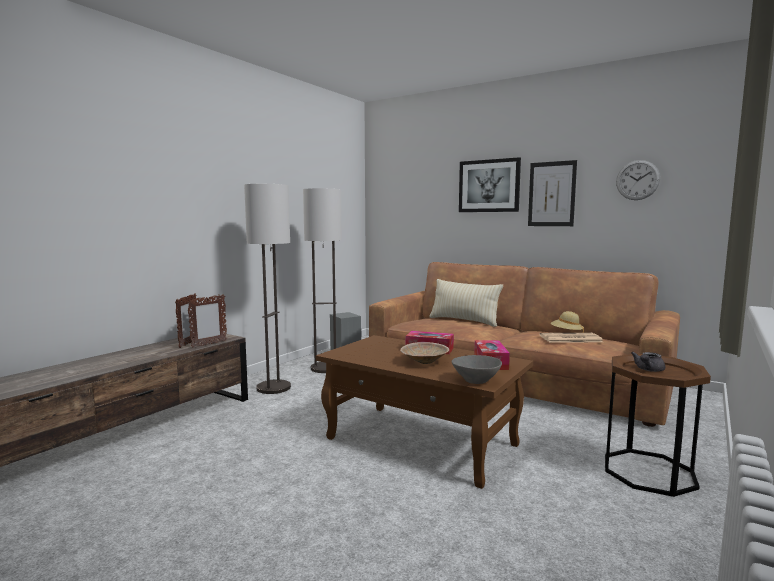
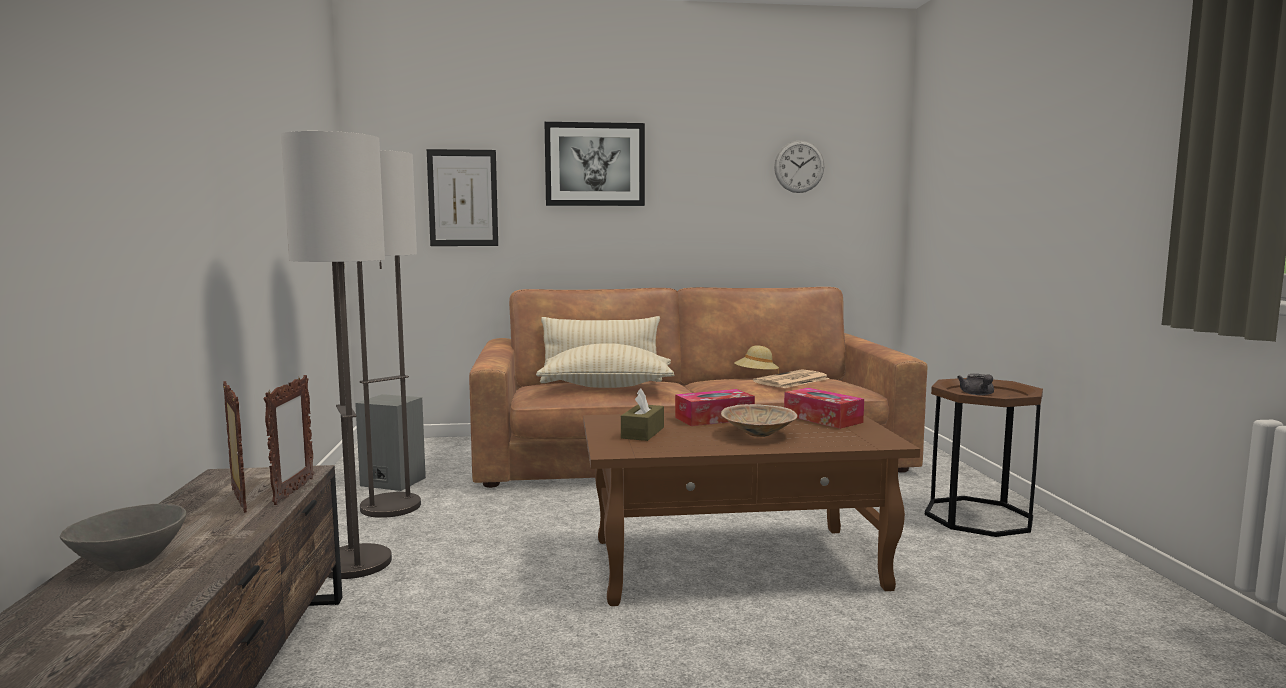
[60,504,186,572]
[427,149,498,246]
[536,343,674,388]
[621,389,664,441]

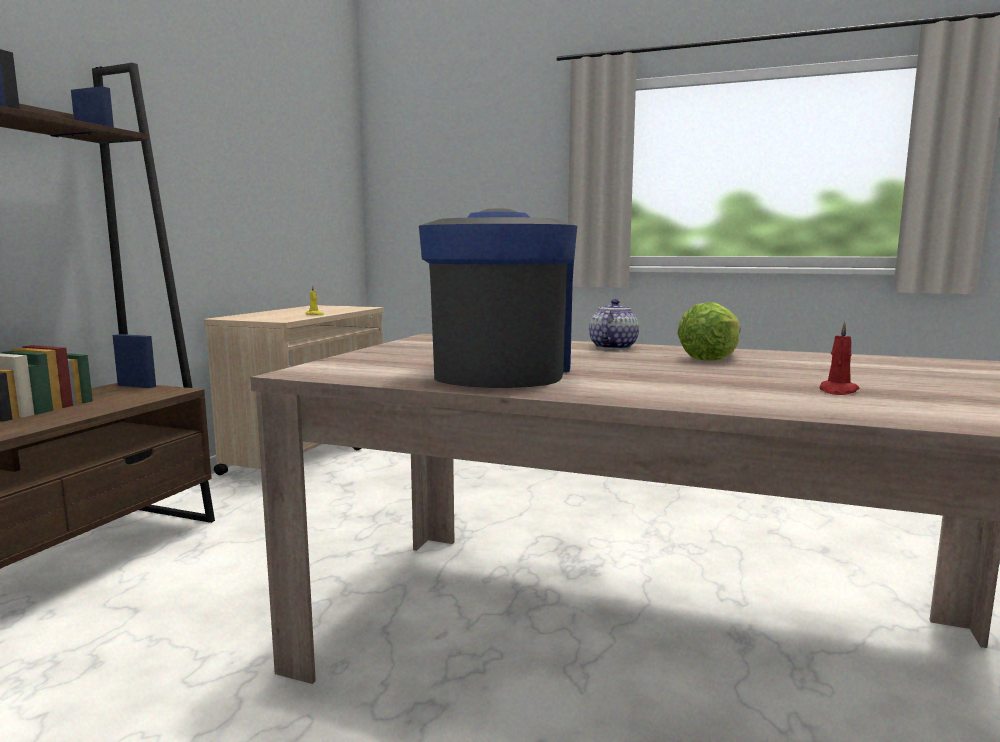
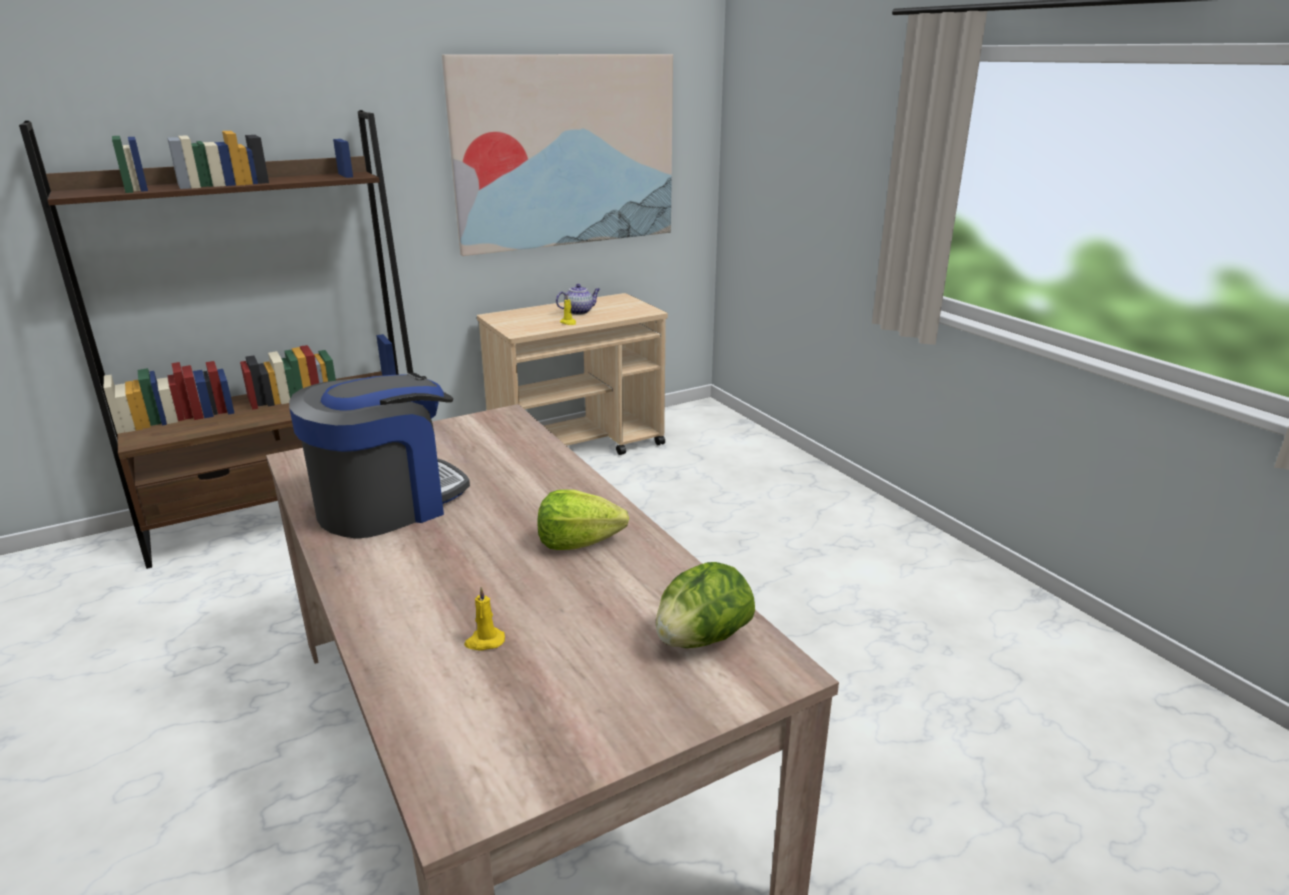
[556,284,600,315]
[464,587,505,650]
[442,54,673,256]
[656,562,755,648]

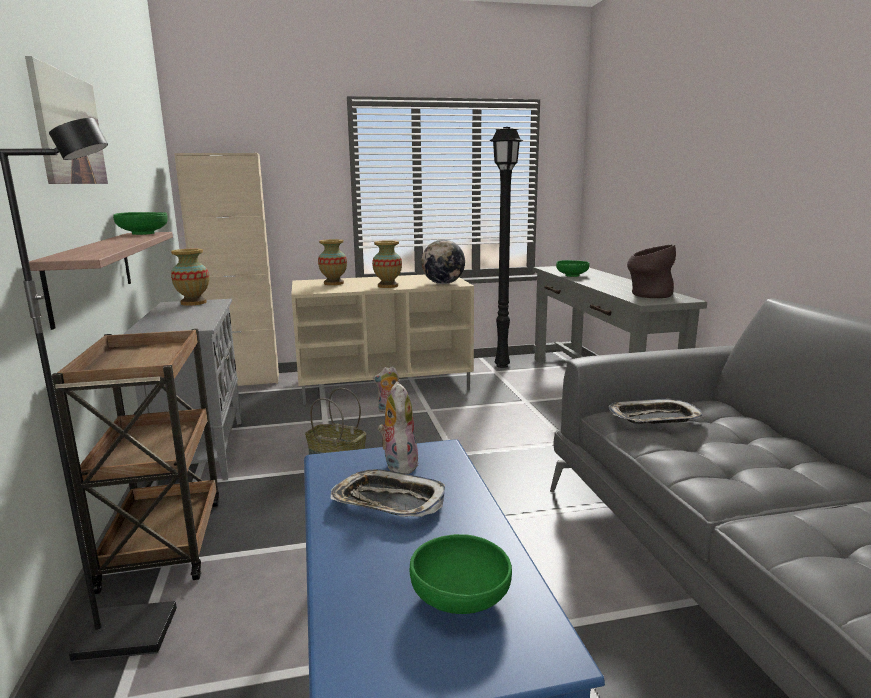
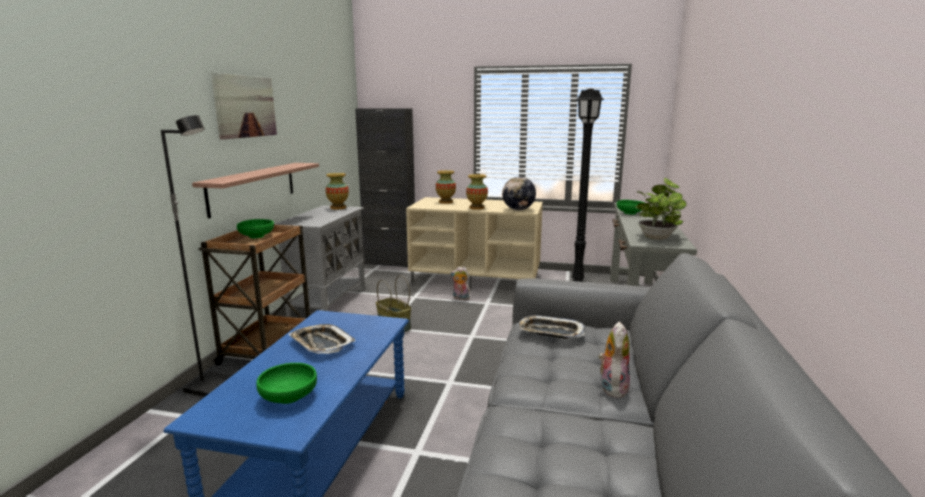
[237,219,274,238]
[355,108,415,267]
[598,321,630,398]
[635,178,686,240]

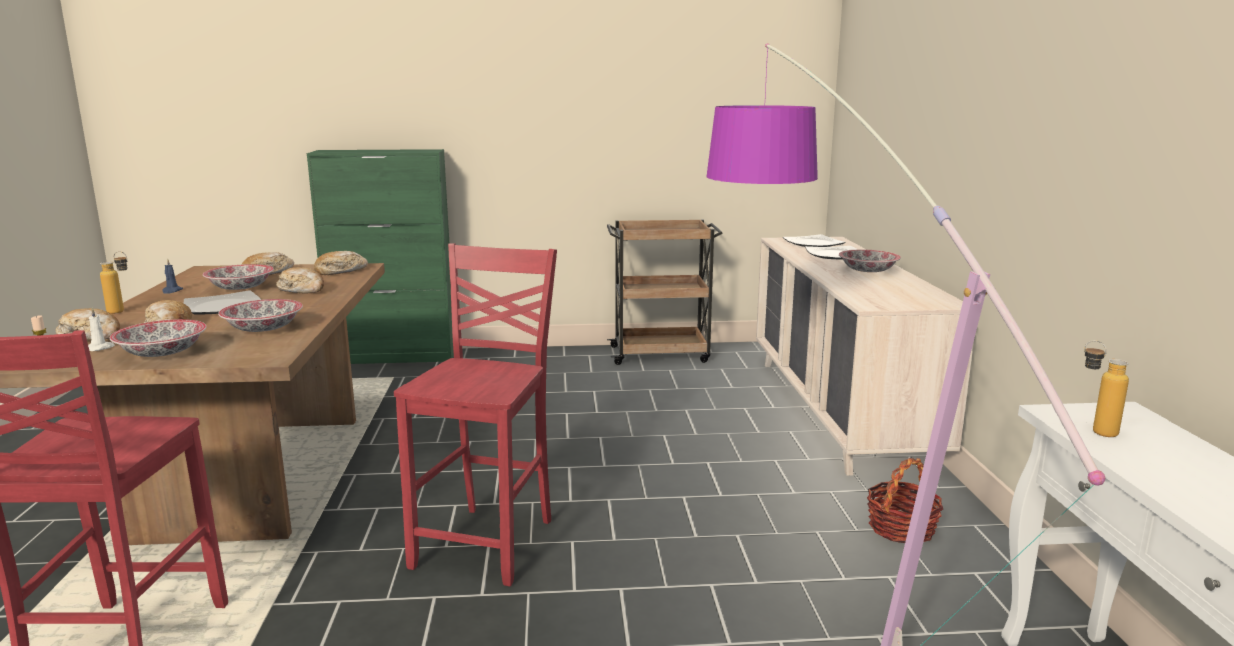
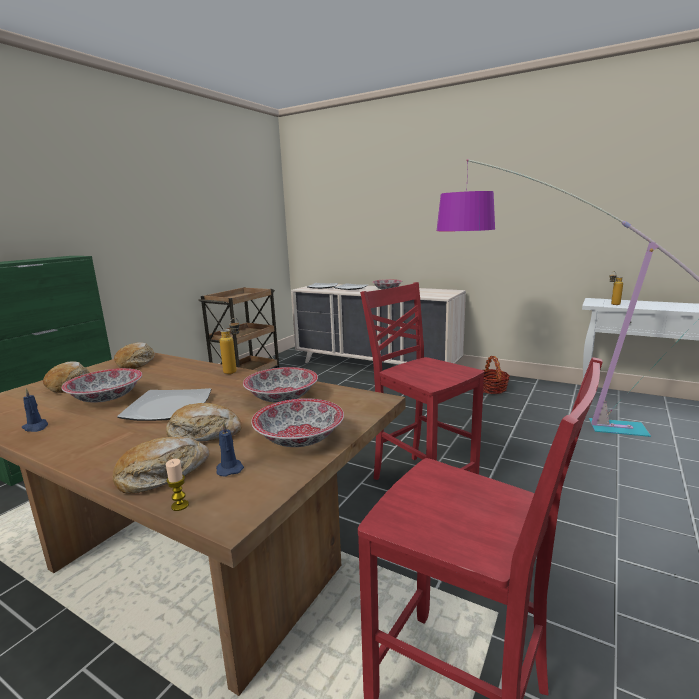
[216,422,244,477]
[219,318,240,374]
[276,267,324,293] (first image)

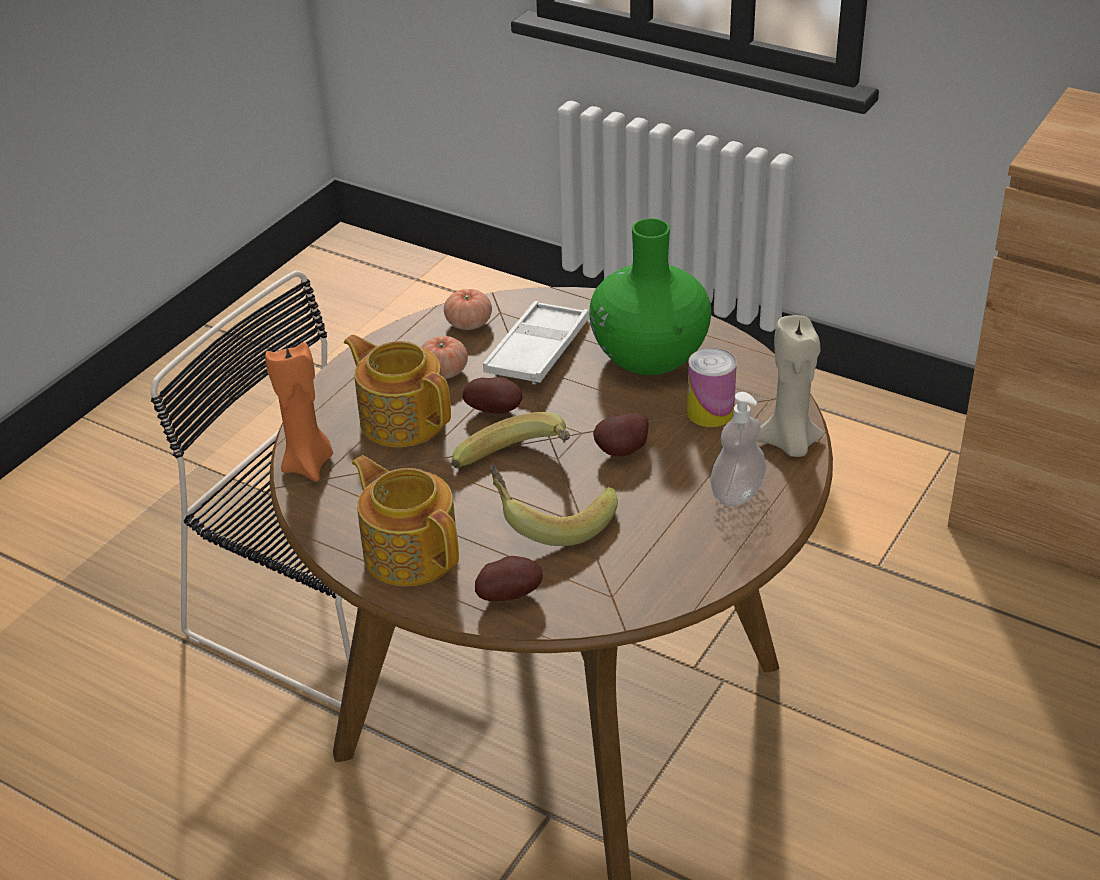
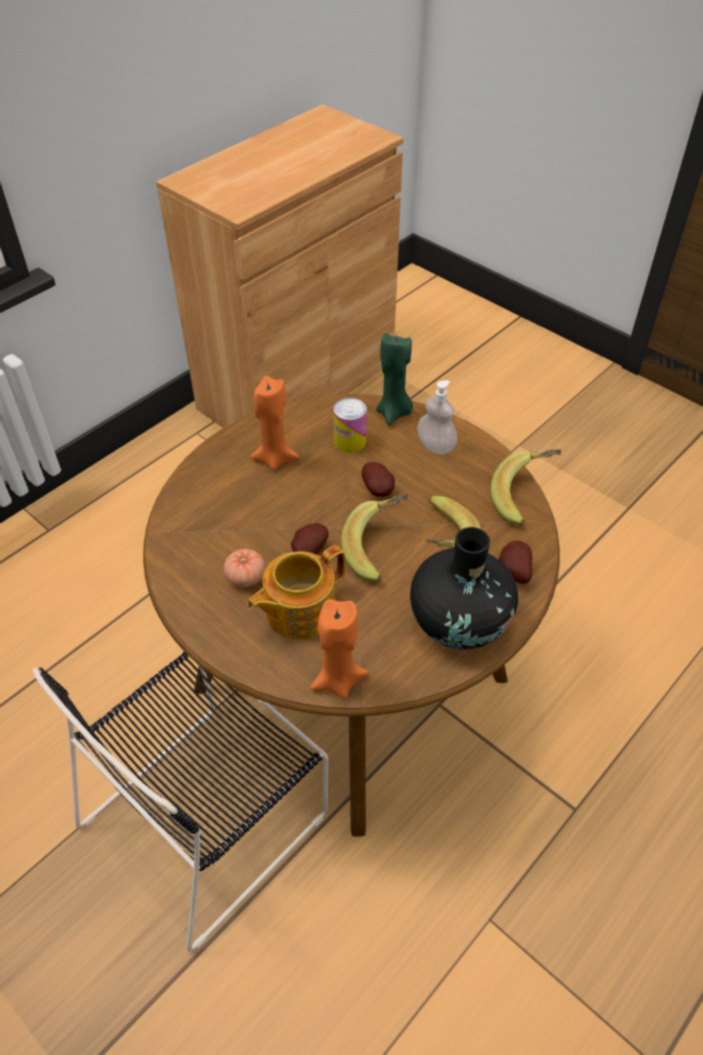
[410,527,518,649]
[444,289,492,330] (first image)
[483,301,589,384] (first image)
[251,376,299,471]
[376,333,413,426]
[491,449,561,525]

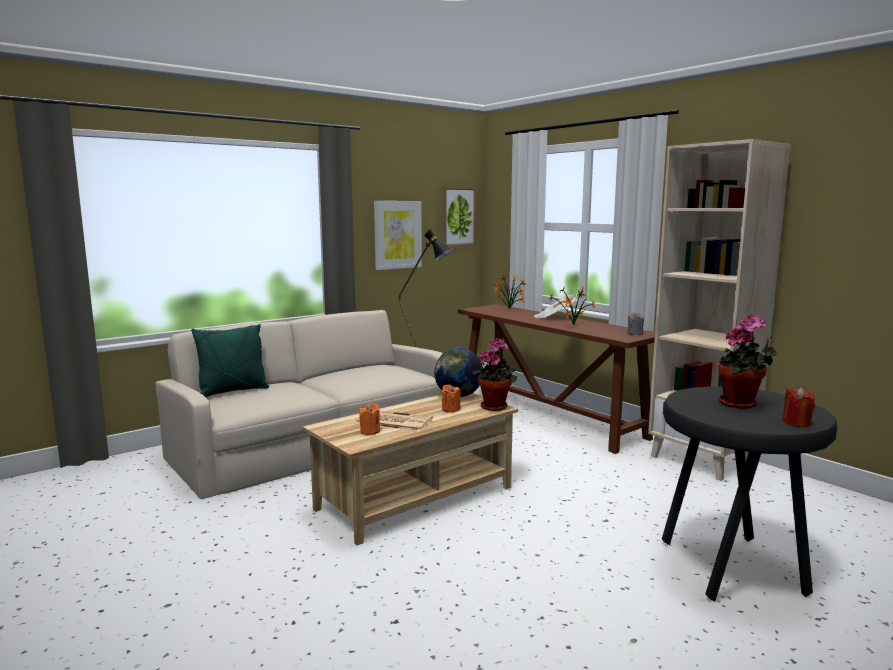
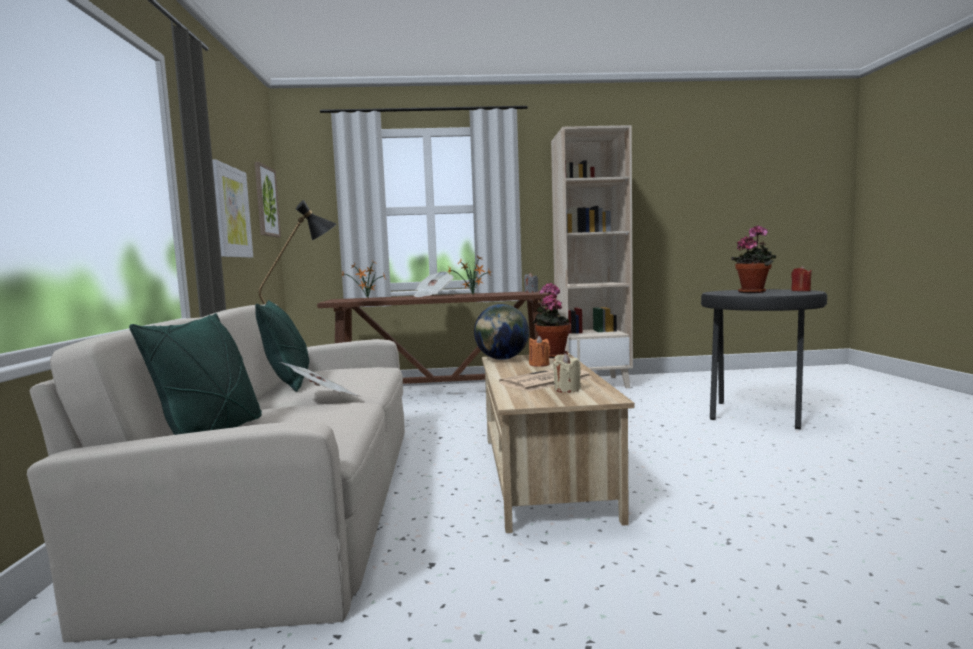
[553,353,581,393]
[255,300,309,392]
[280,362,359,396]

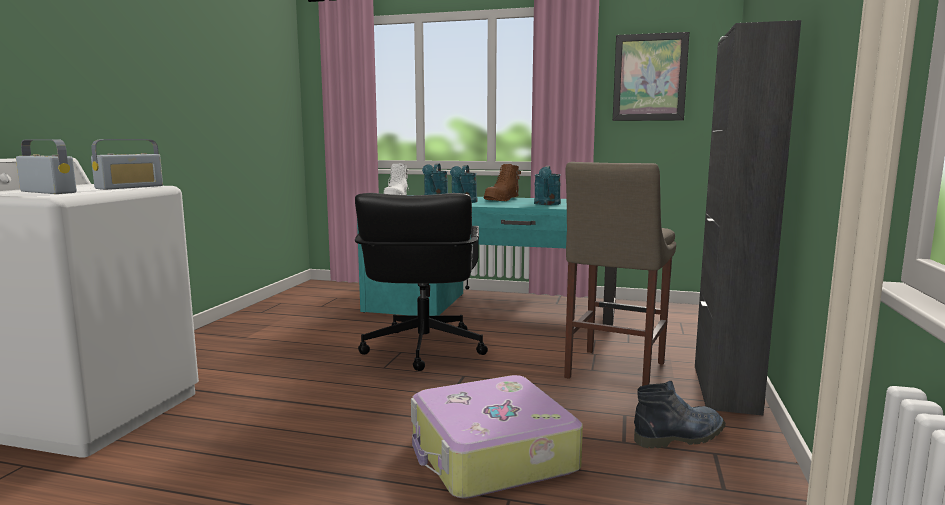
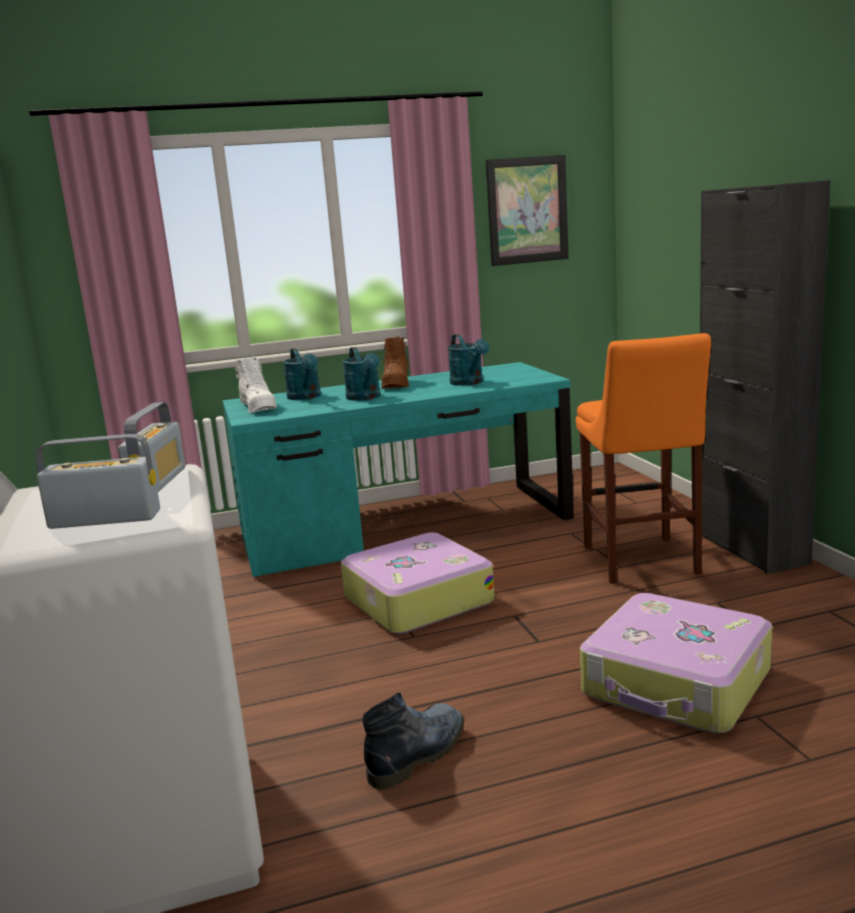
[341,532,495,634]
[576,333,711,584]
[362,693,464,790]

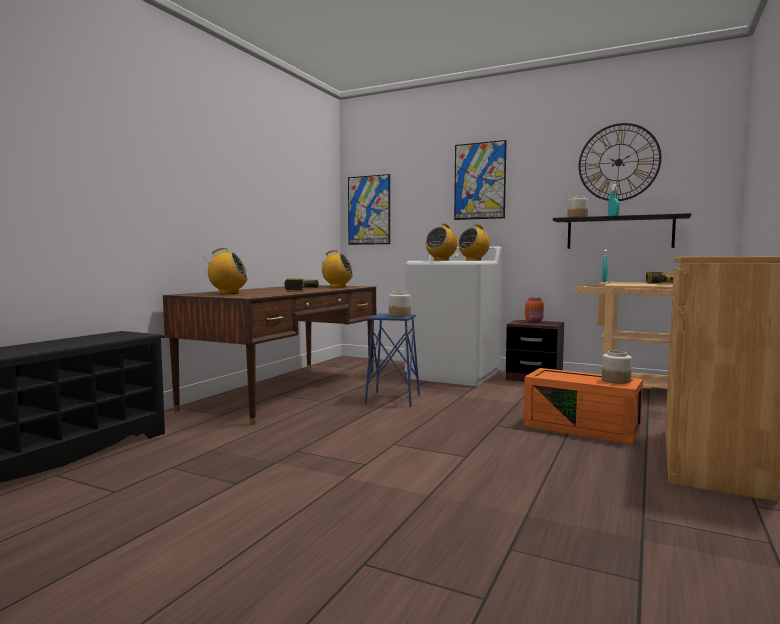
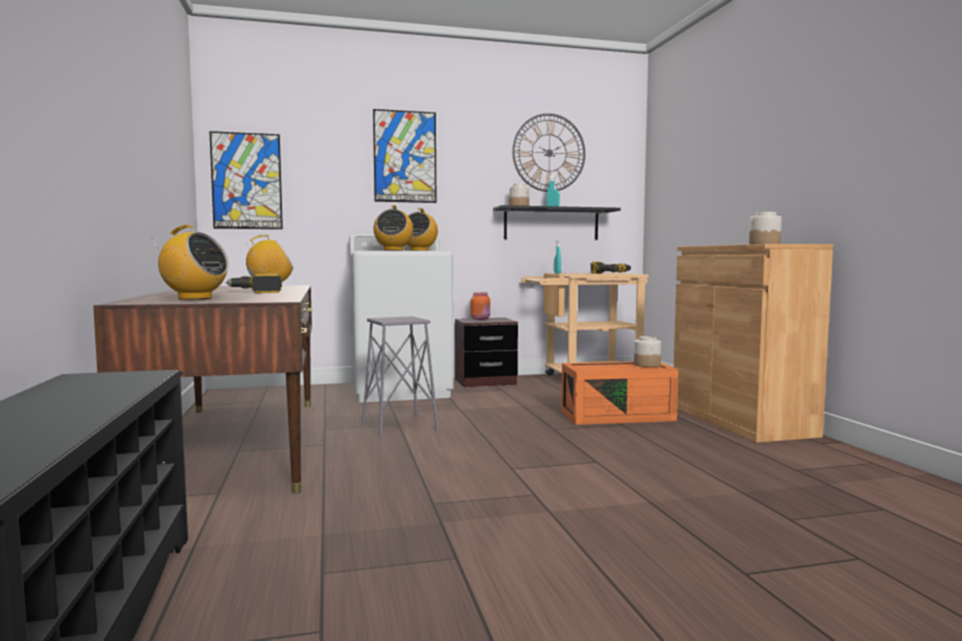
[151,225,229,300]
[362,316,439,437]
[749,212,782,244]

